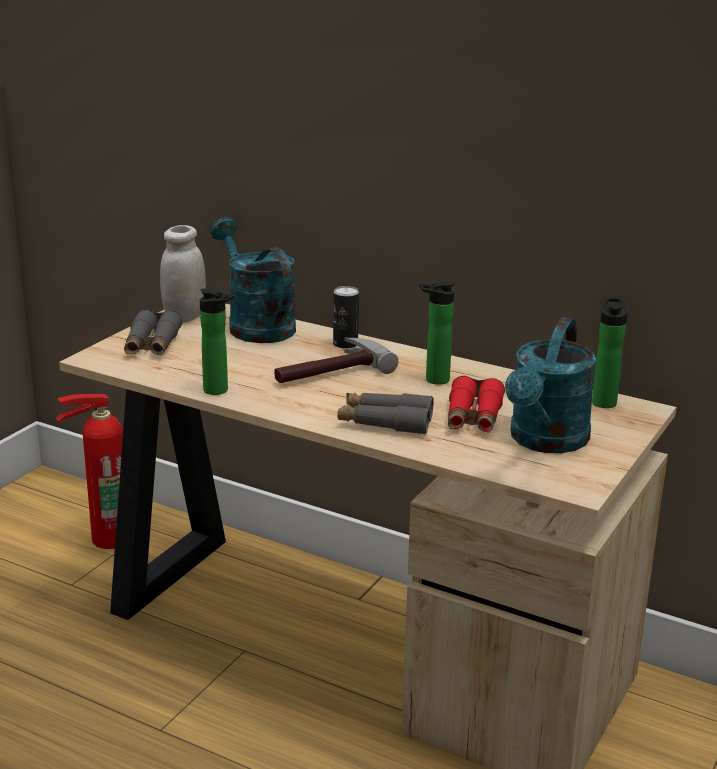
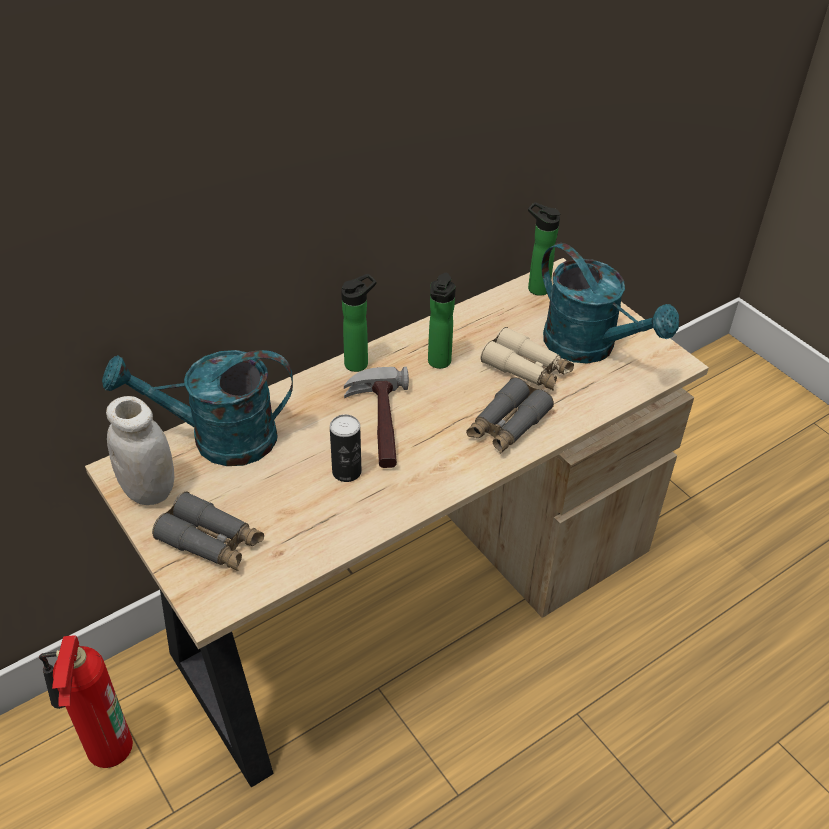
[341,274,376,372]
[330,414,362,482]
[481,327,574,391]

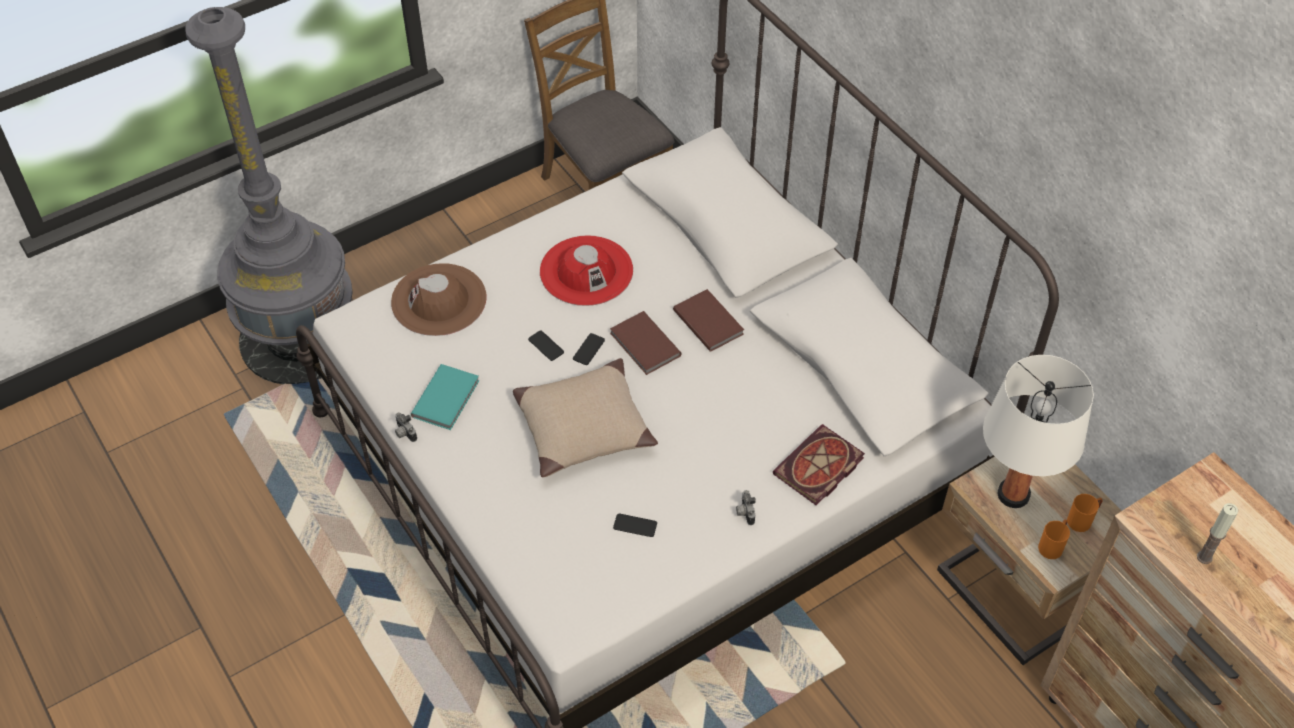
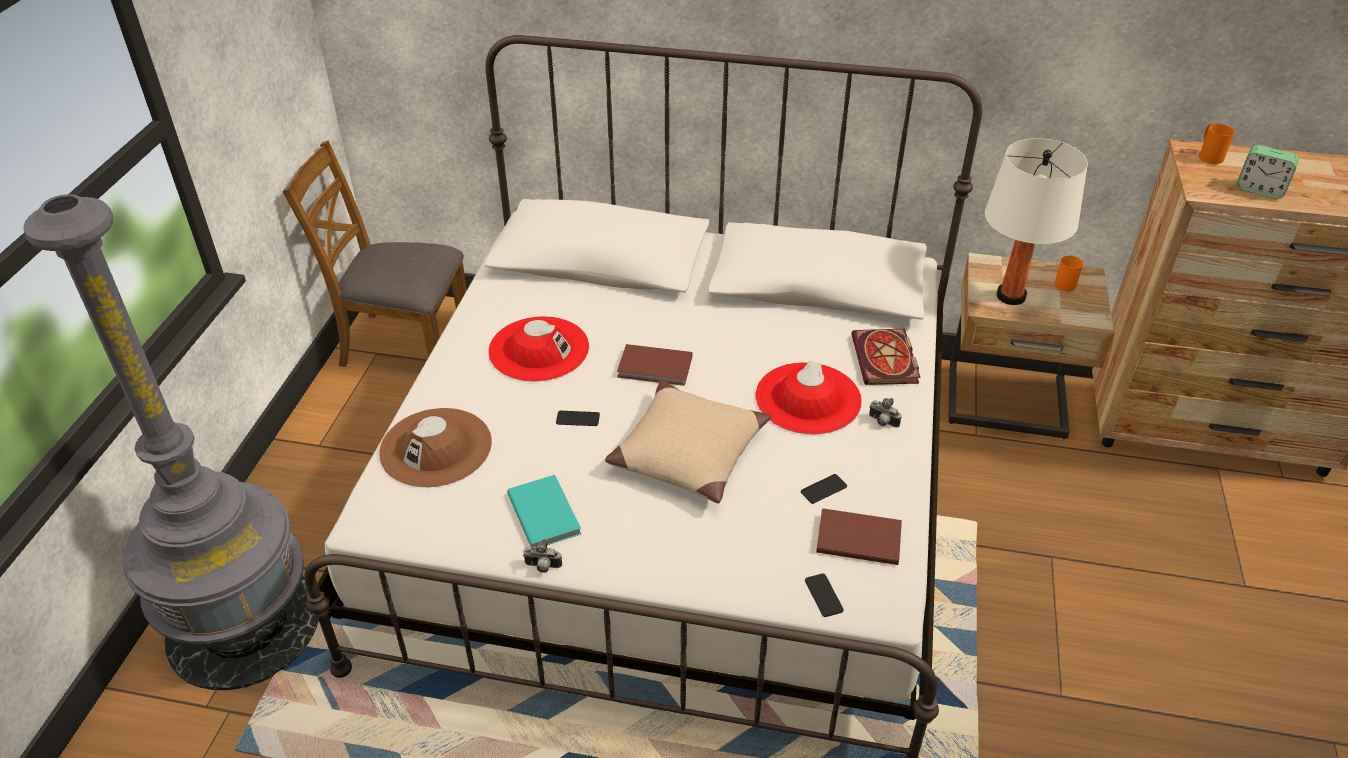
[805,573,844,617]
[816,508,902,565]
[1199,124,1235,164]
[1237,145,1299,199]
[756,362,862,435]

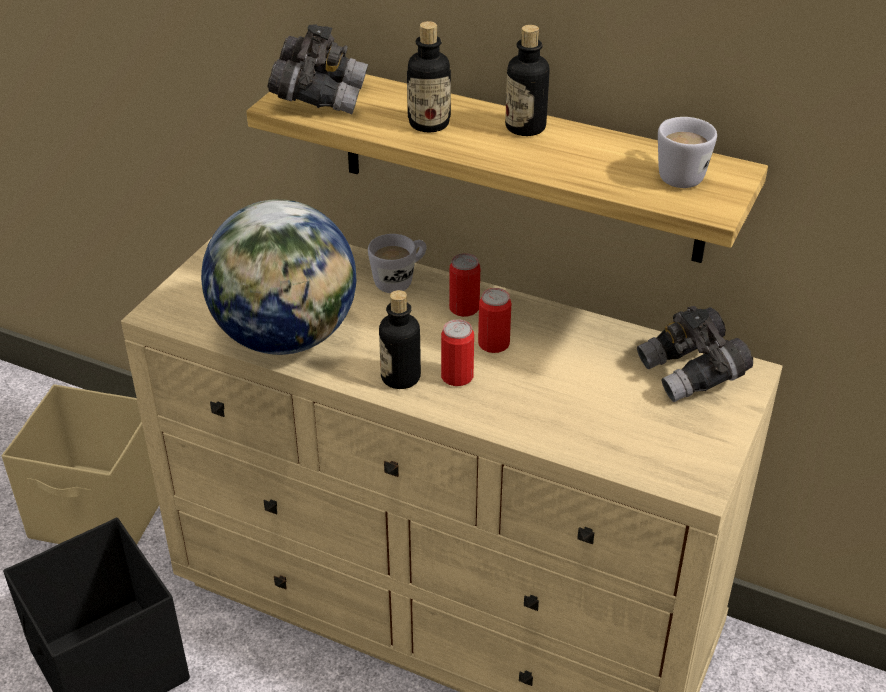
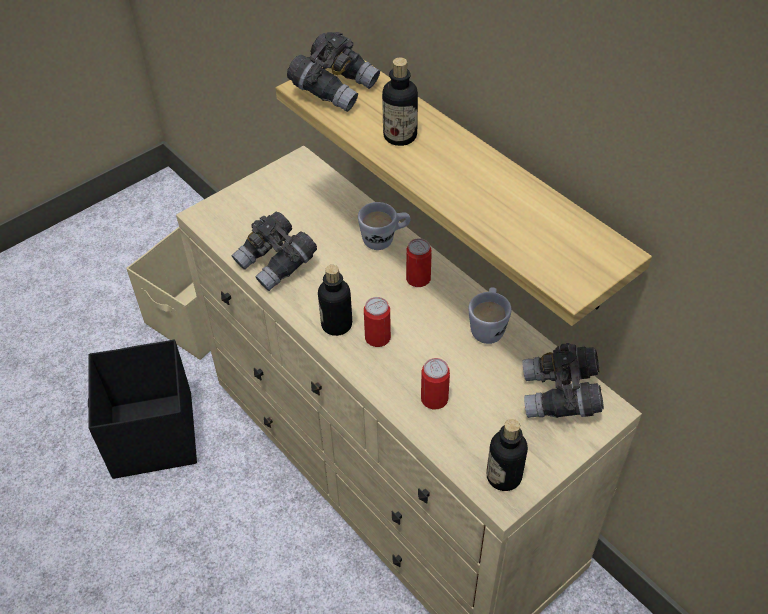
[231,212,317,291]
[421,358,450,410]
[486,419,528,491]
[468,287,512,344]

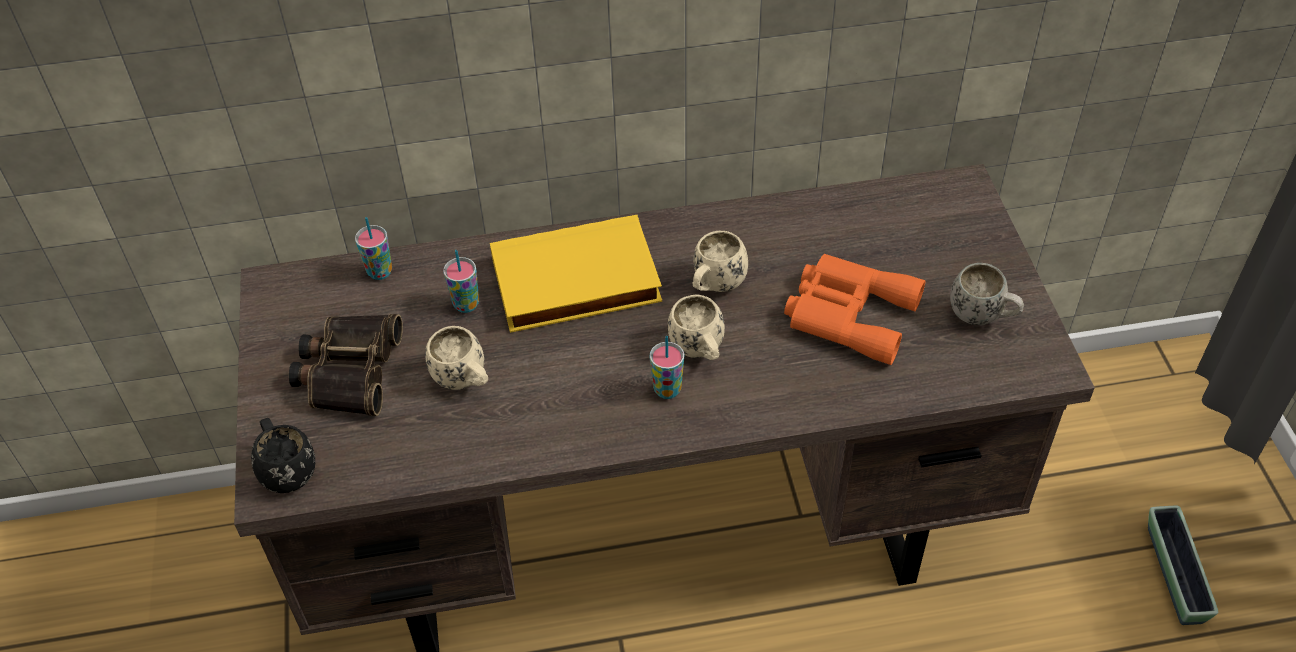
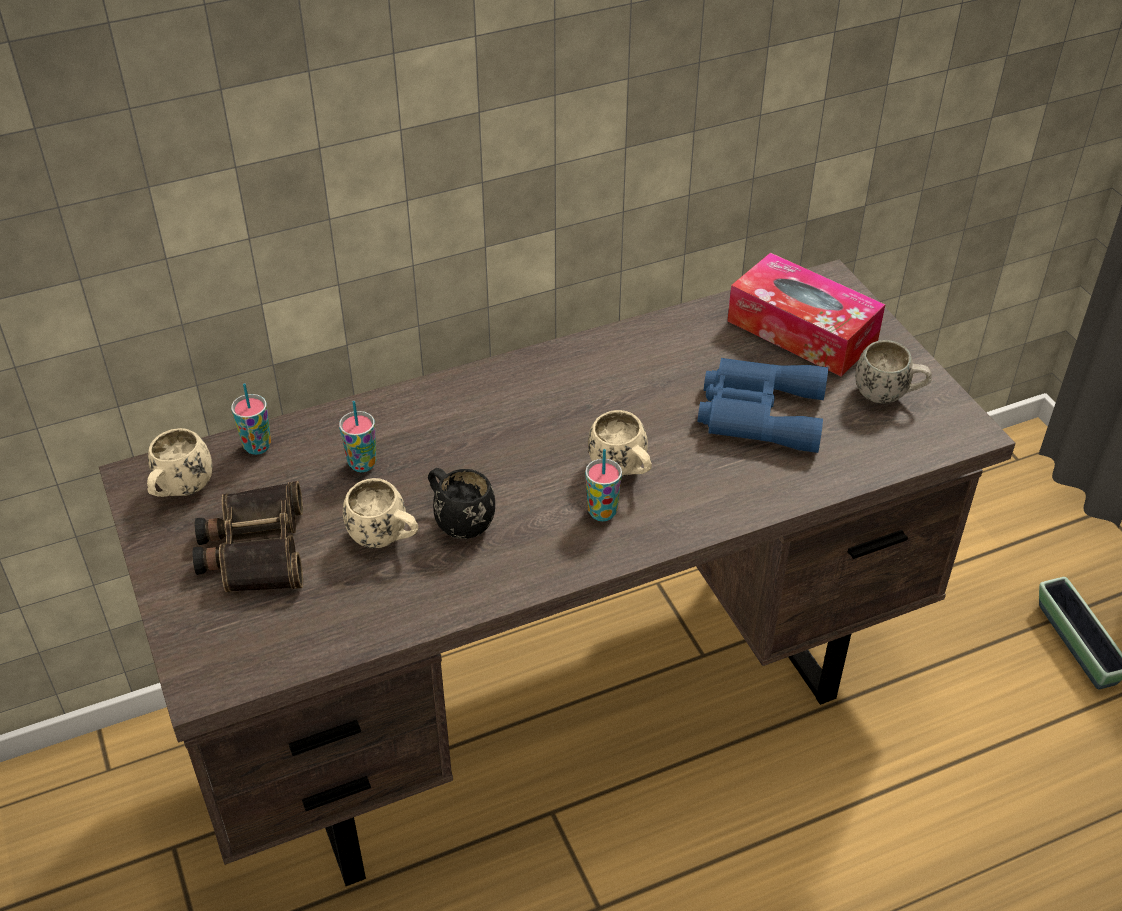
[428,468,495,539]
[490,215,662,333] (first image)
[147,428,213,497]
[697,358,828,453]
[727,252,885,376]

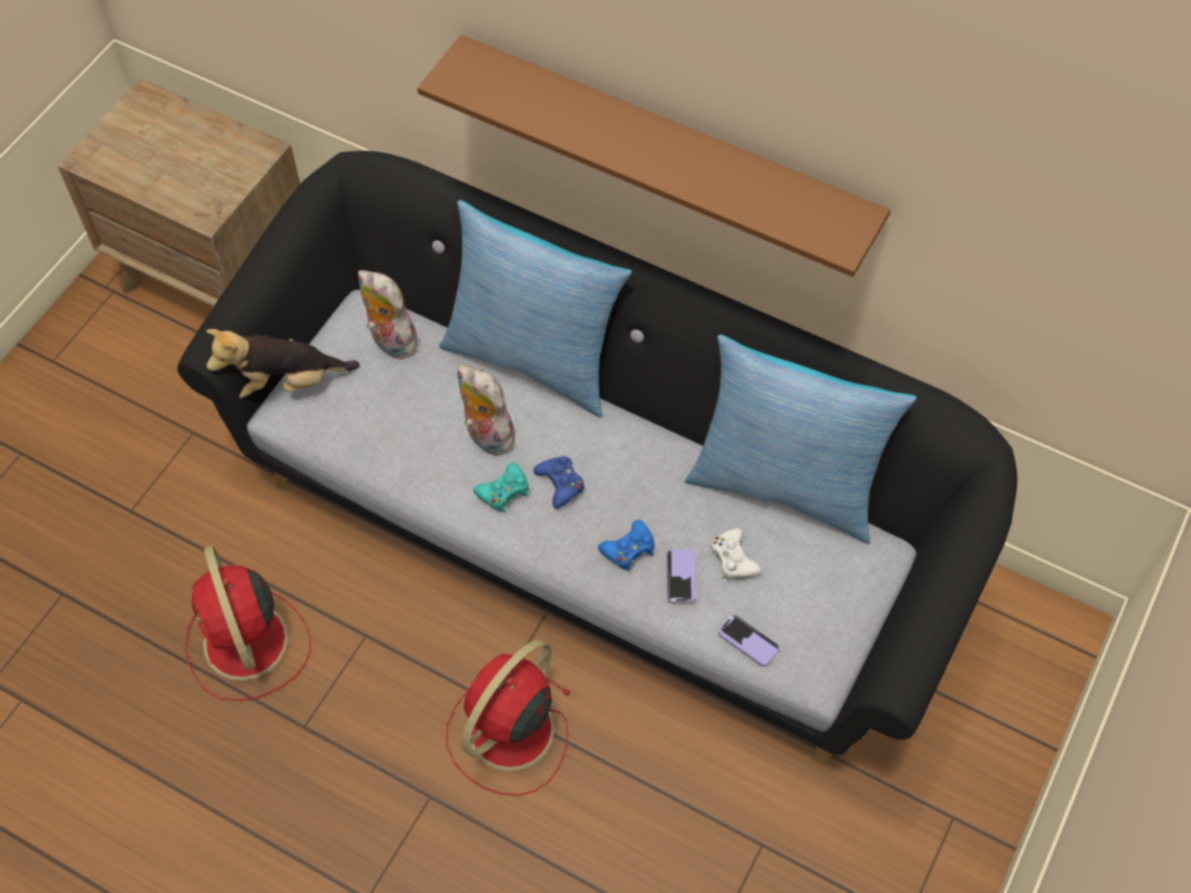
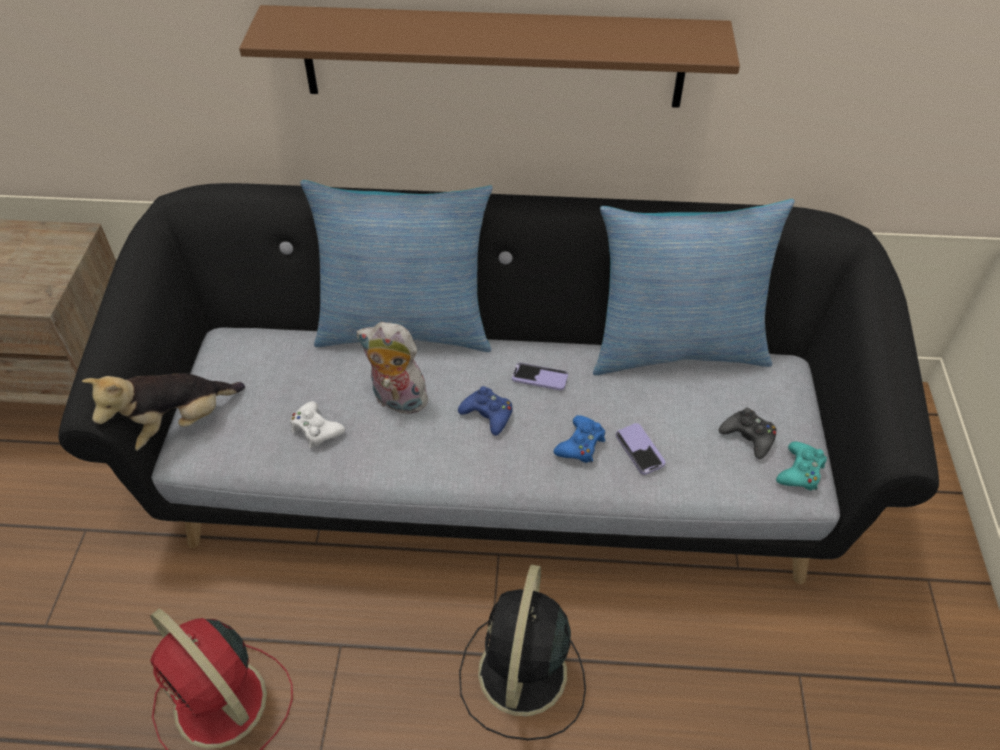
[358,270,422,359] (first image)
[459,565,586,740]
[776,442,827,490]
[290,401,345,448]
[512,363,568,390]
[719,408,777,459]

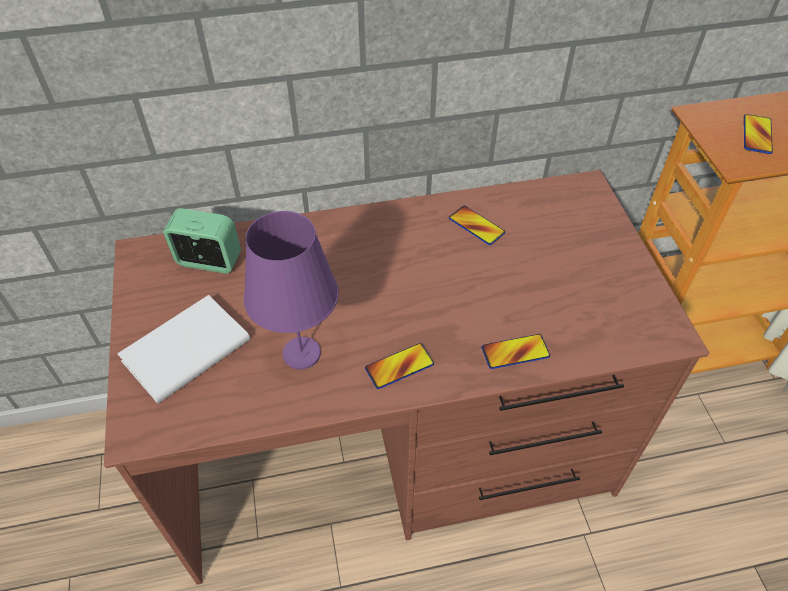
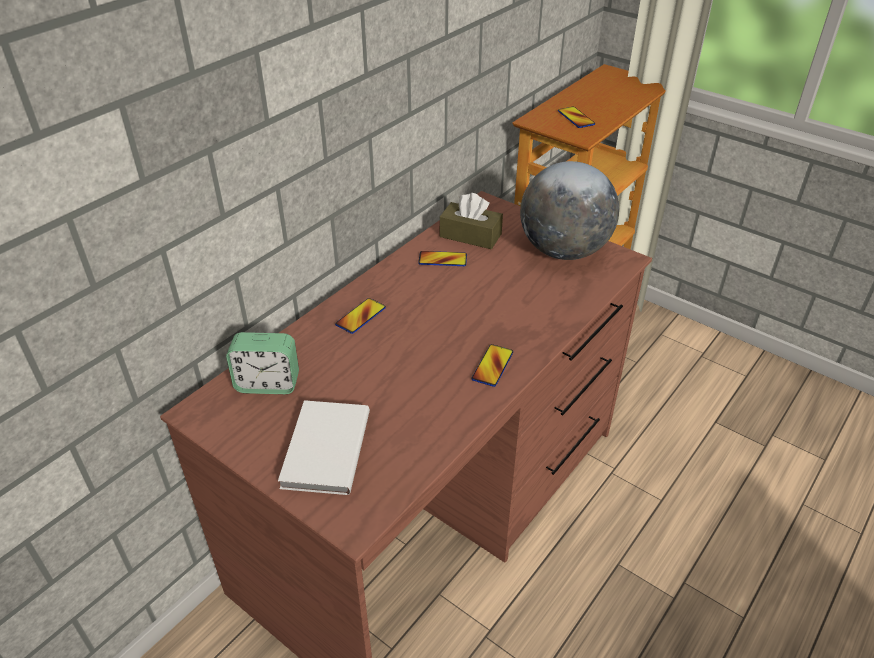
[226,332,299,394]
[244,211,339,370] (first image)
[335,298,386,334]
[440,193,503,249]
[520,161,619,260]

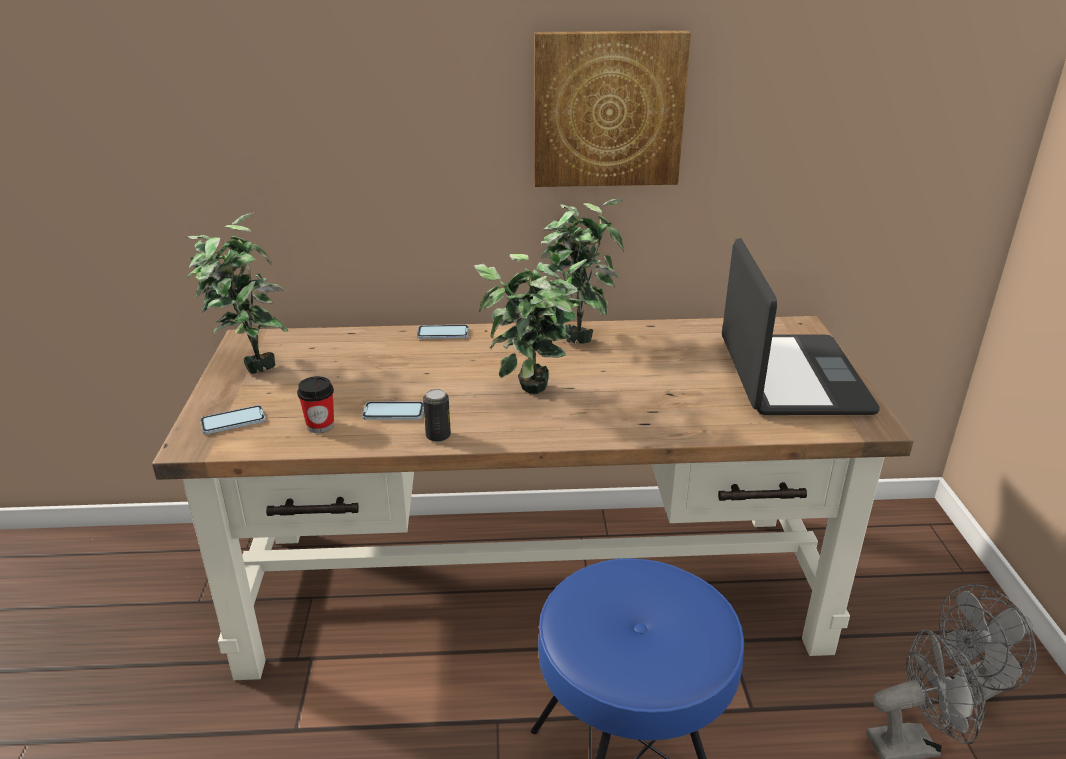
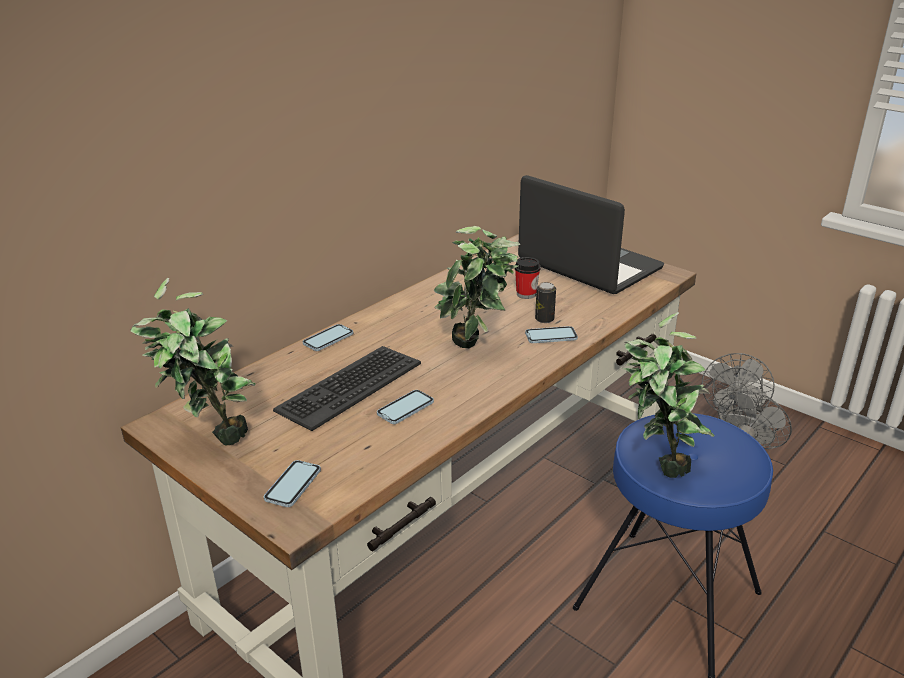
[515,257,541,299]
[535,282,556,323]
[534,31,691,187] (first image)
[623,312,714,478]
[273,346,421,431]
[525,326,578,343]

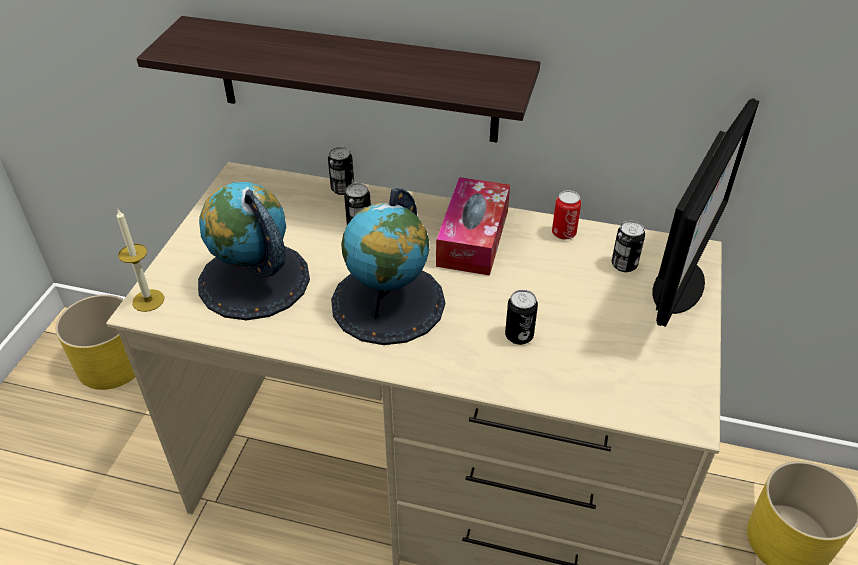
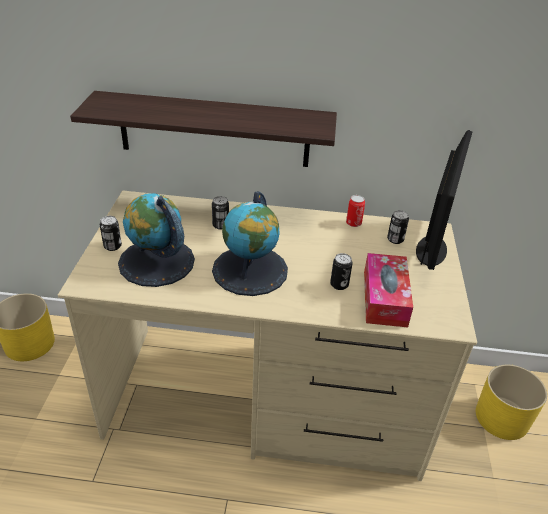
[117,210,164,312] (first image)
[100,216,122,251]
[364,253,413,327]

